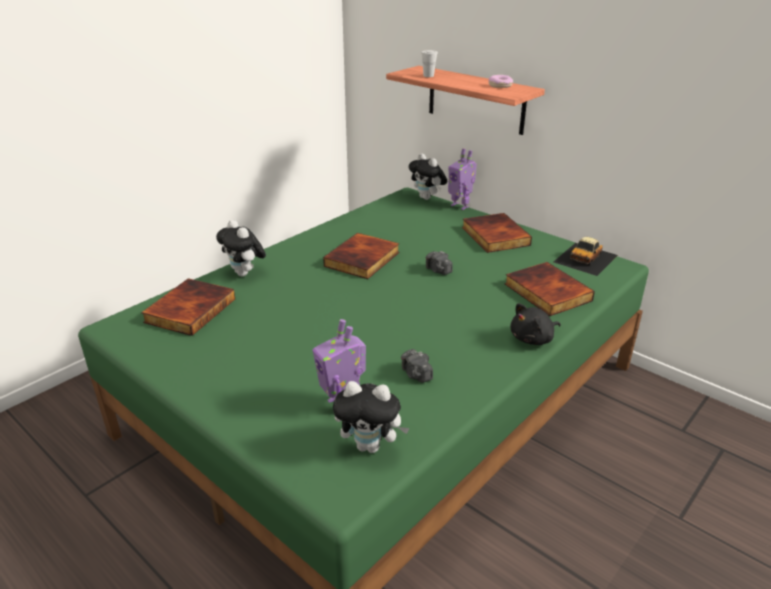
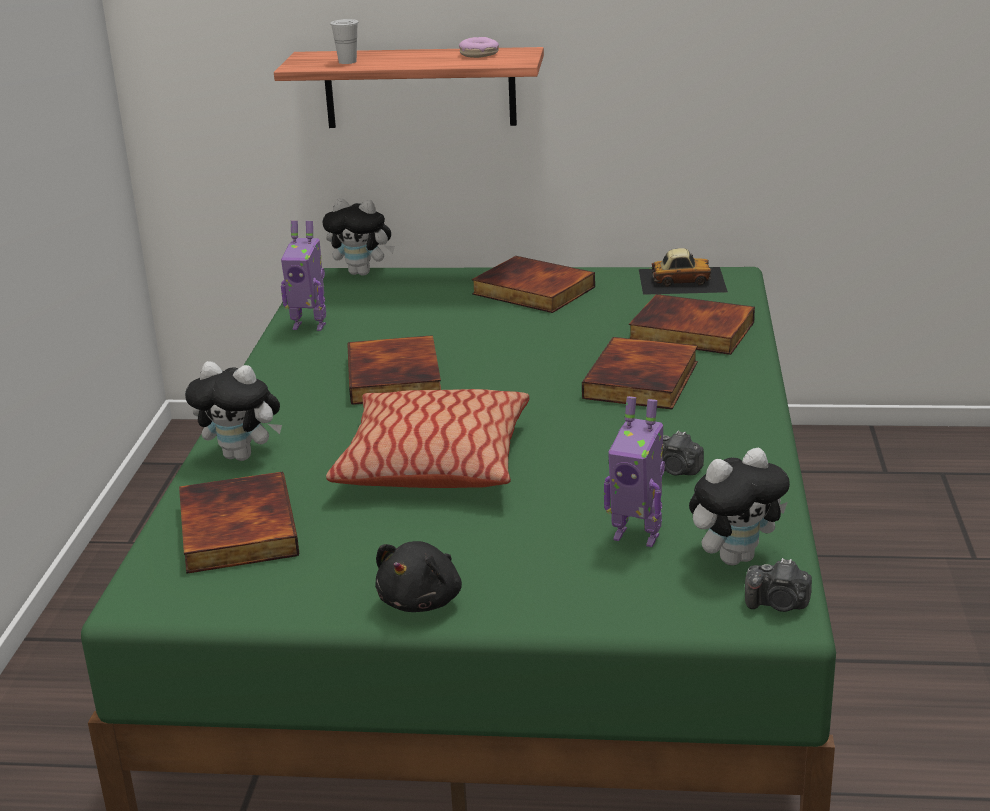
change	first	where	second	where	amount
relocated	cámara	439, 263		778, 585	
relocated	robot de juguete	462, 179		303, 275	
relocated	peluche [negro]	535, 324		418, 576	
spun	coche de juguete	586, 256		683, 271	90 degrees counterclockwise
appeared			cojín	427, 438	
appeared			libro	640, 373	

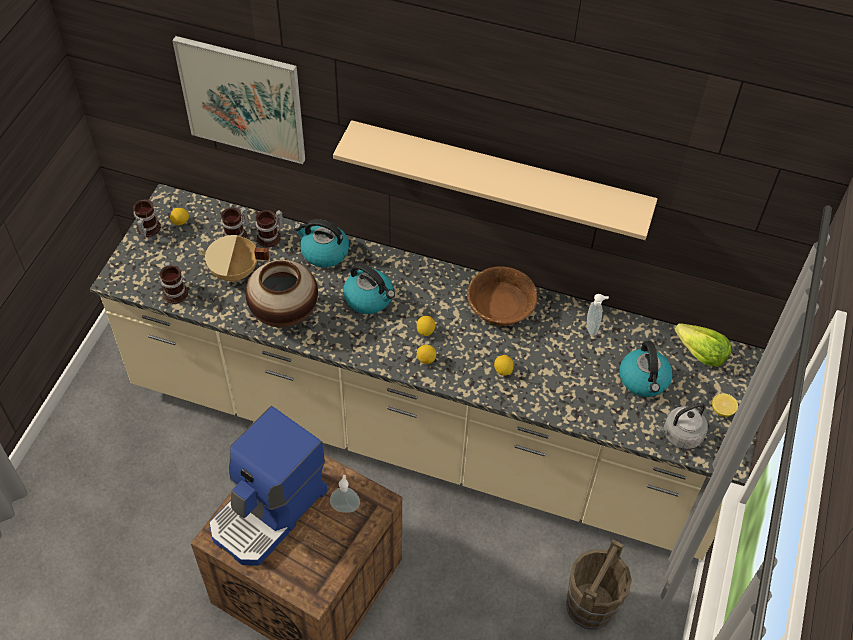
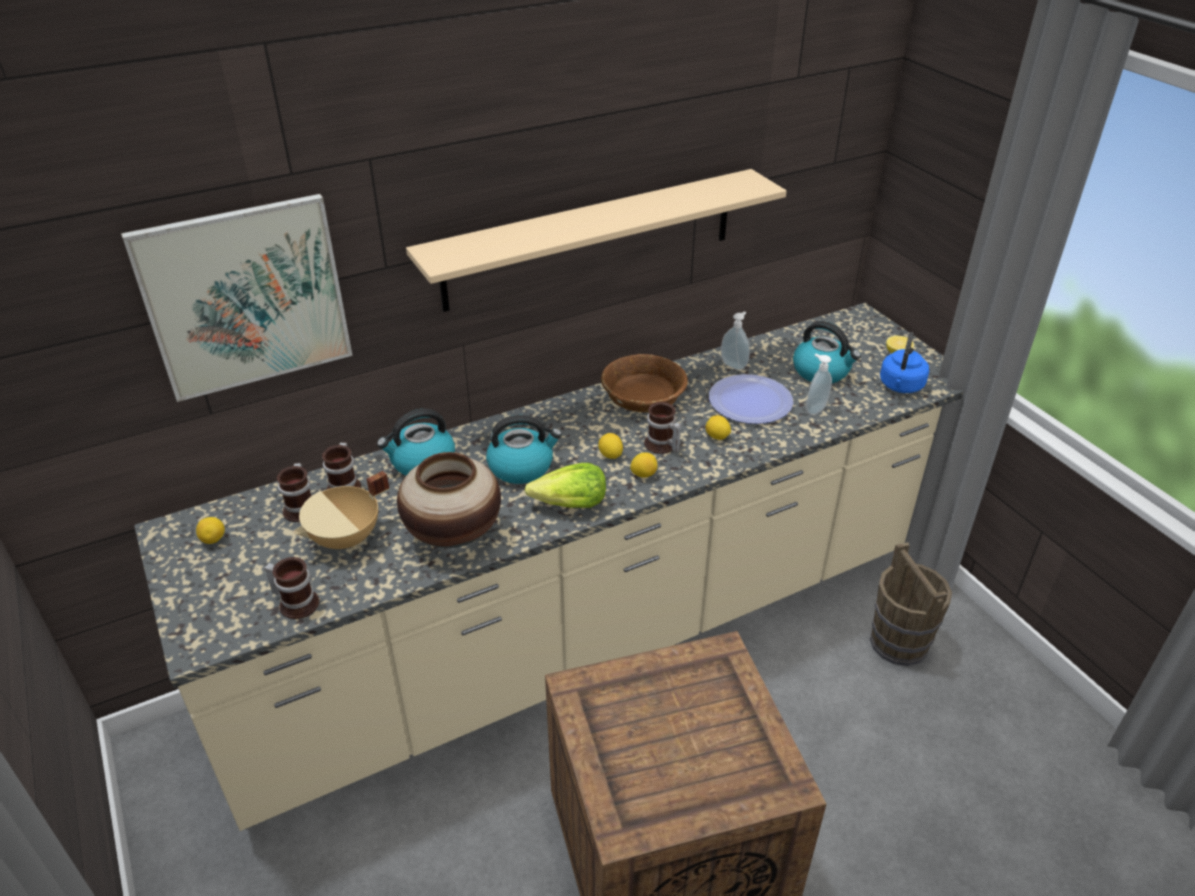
change	first	where	second	where	amount
relocated	taza grande	147, 219		662, 428	
missing	cafetera	268, 486			
relocated	dispensador de jabón	345, 494		819, 384	
colour	hervidor [gris]	682, 426	hervidor [azul]	904, 362	
relocated	lechuga	702, 345		565, 485	
appeared			plato	751, 399	

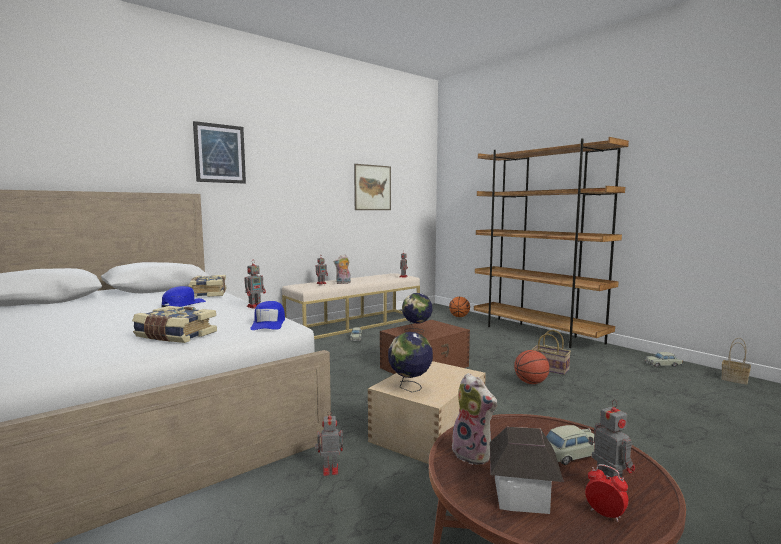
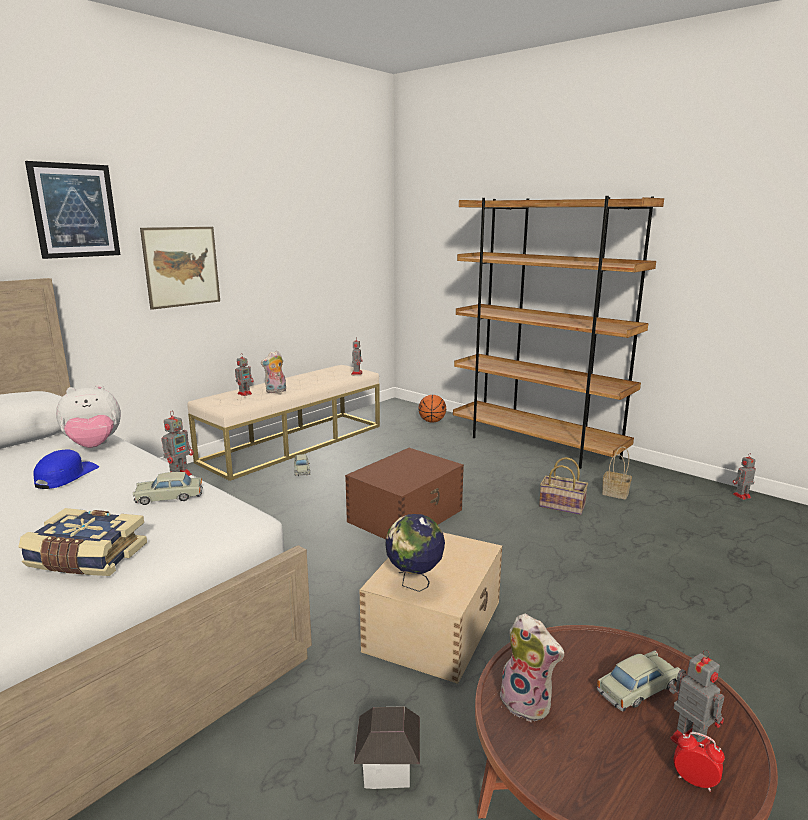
change	first	where	second	where	amount
exchanged	libro	207, 286	peluche	88, 416	
missing	gorra [azul]	267, 315			
relocated	robot de juguete	329, 443		744, 476	
relocated	cuadro	372, 187		180, 268	
missing	globo terráqueo	417, 312			
relocated	casita	527, 470		387, 747	
missing	balón de baloncesto	531, 367			
relocated	coche de juguete [beis]	664, 359		168, 488	
relocated	cesta	736, 361		617, 473	

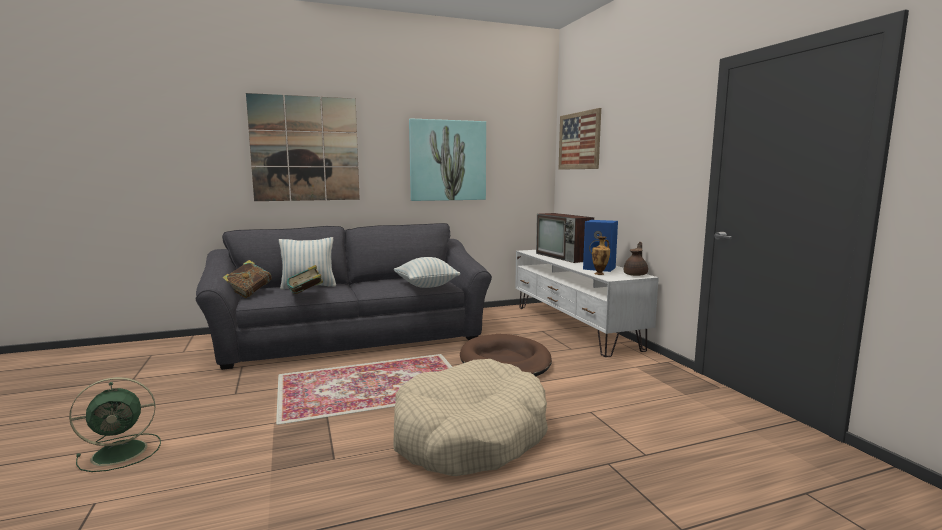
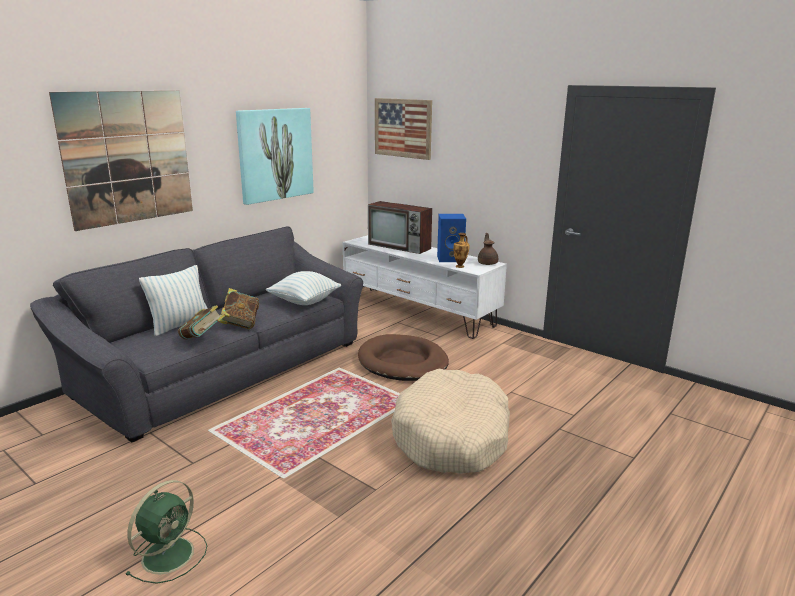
change	first	where	second	where	amount
relocated	libro	247, 279		239, 308	

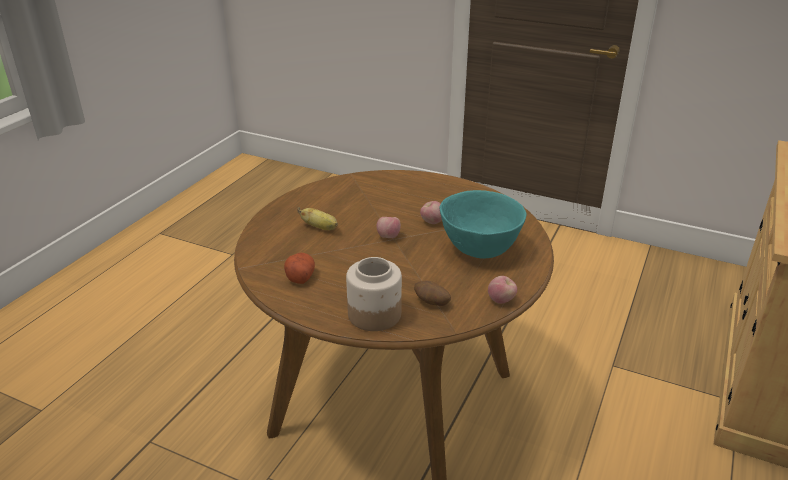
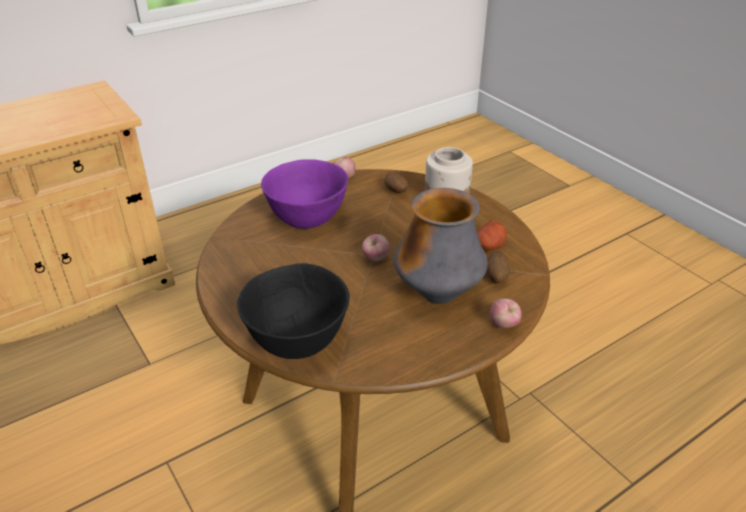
change	first	where	second	where	amount
exchanged	plátano	317, 218	florero	441, 246	
relocated	manzana	431, 212		505, 313	
colour	cuenco [turquesa]	483, 224	cuenco [morado]	304, 194	
appeared			cuenco [negro]	293, 311	
appeared			patata	498, 267	

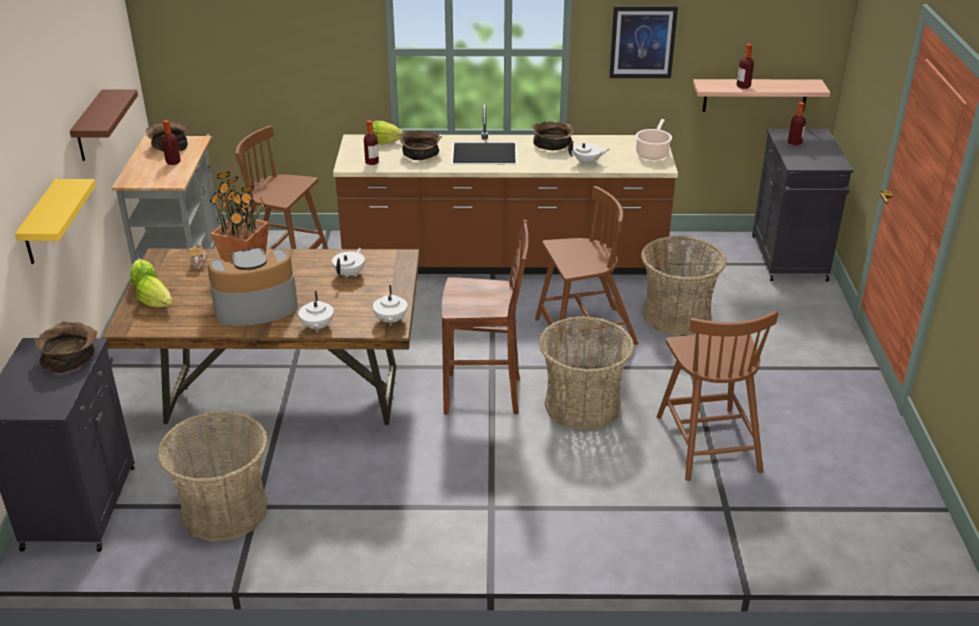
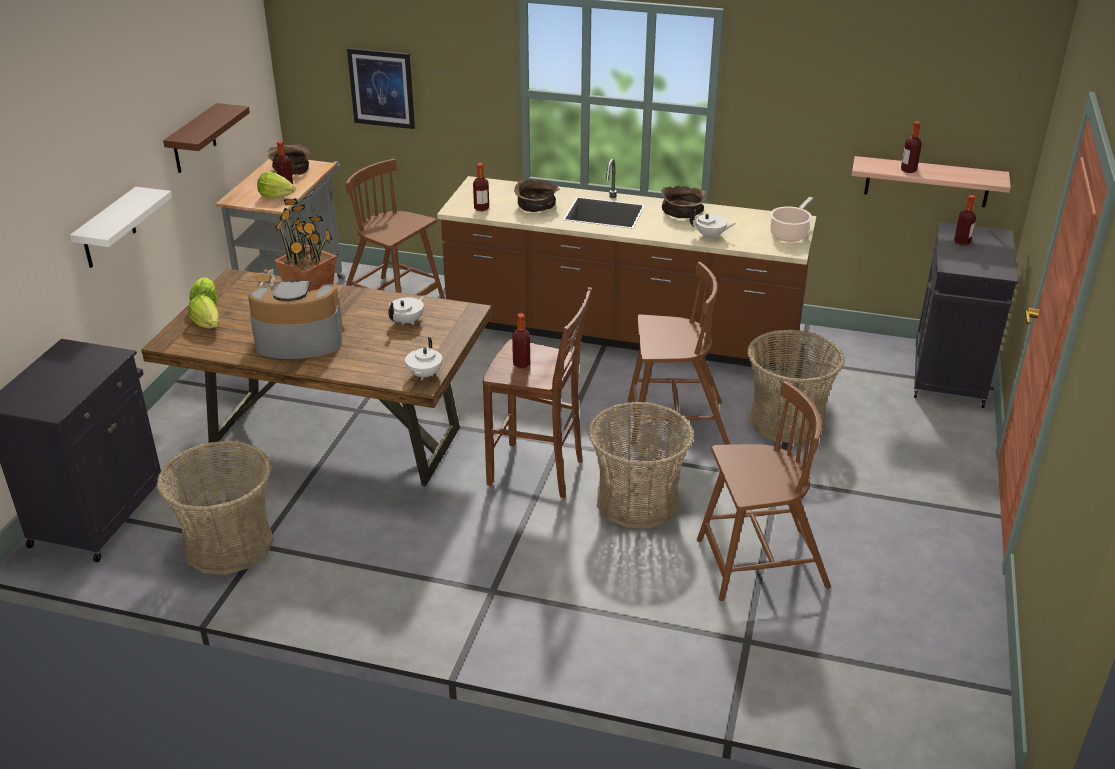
change	first	where	second	where	amount
colour	estante [amarillo]	55, 221	estante [blanco]	121, 227	
missing	cuenco [marrón]	66, 347			
missing	tetera [blanco]	316, 311			
relocated	lechuga	387, 133		276, 185	
relocated	cuadro	643, 42		381, 88	
spun	silla [marrón]	717, 395		764, 491	105 degrees counterclockwise
appeared			botella	521, 340	

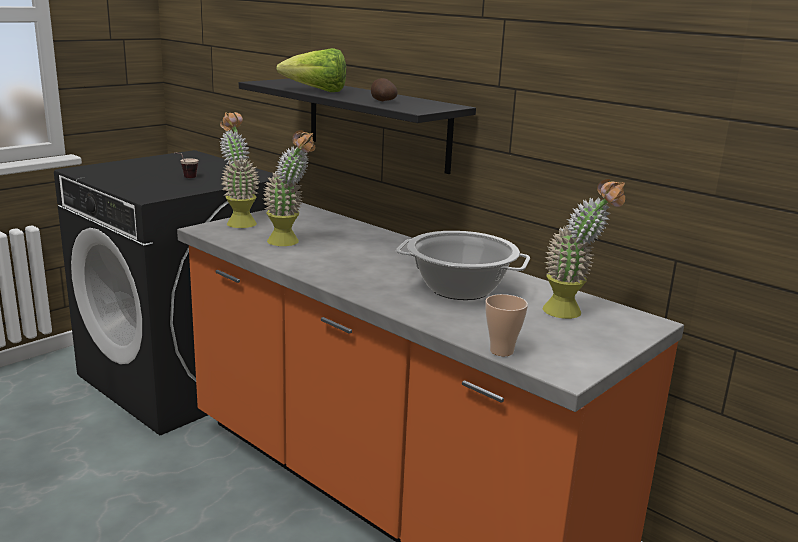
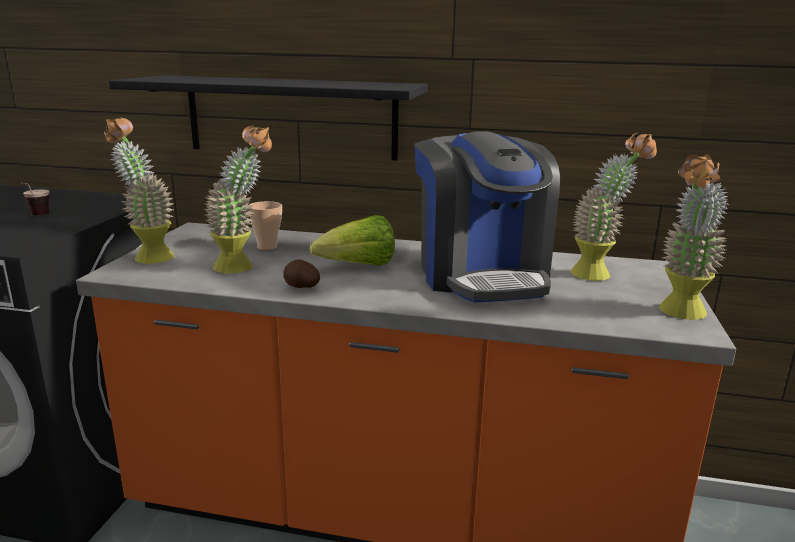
change	first	where	second	where	amount
relocated	lechuga	311, 70		352, 240	
relocated	patata	384, 89		301, 273	
exchanged	olla	463, 265	cafetera	487, 217	
relocated	taza	506, 325		265, 225	
appeared			planta en maceta	694, 237	

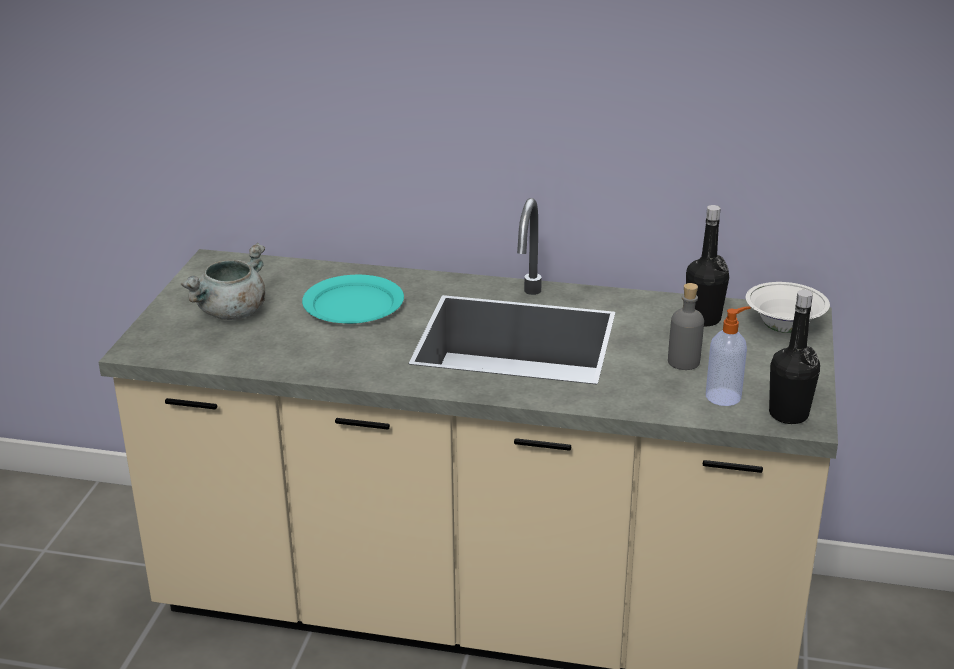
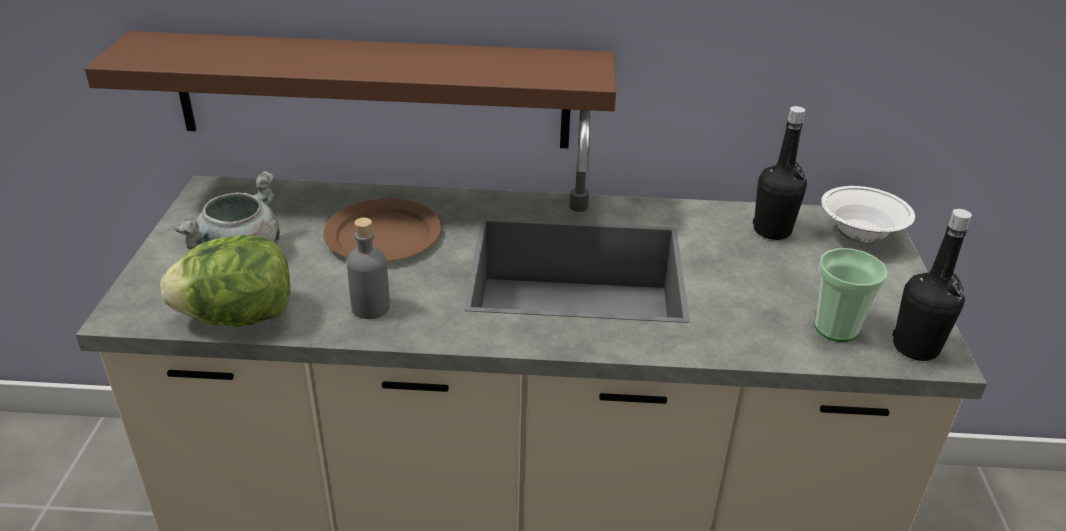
change	first	where	second	where	amount
colour	plato [turquesa]	353, 299	plato [marrón]	382, 230	
relocated	botella [gris]	686, 326		368, 268	
exchanged	dispensador de jabón	728, 356	taza	851, 295	
appeared			estante [marrón]	350, 89	
appeared			lechuga	225, 281	

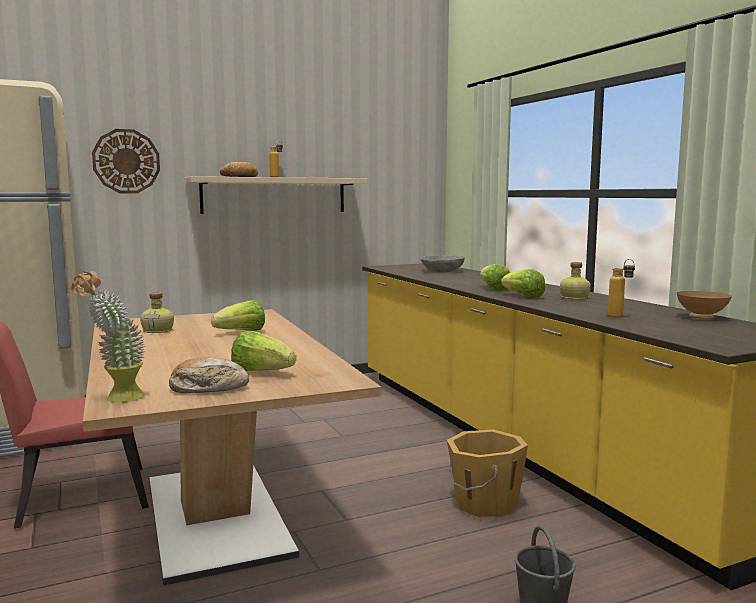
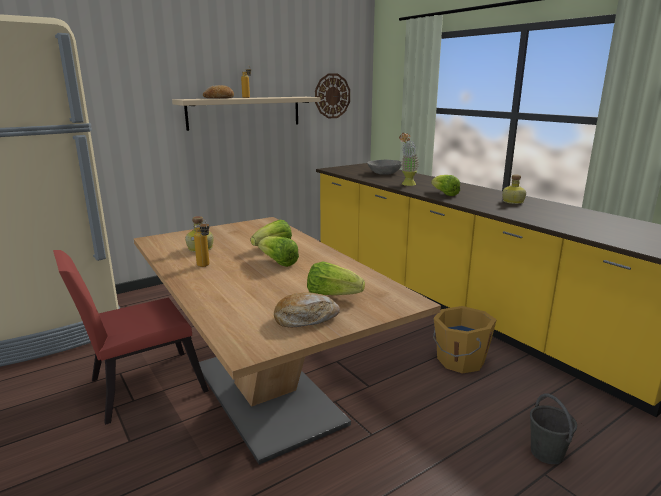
change	first	where	second	where	amount
relocated	planta en maceta	108, 336		409, 159	
relocated	reloj de pared	126, 161		332, 96	
relocated	lechuga	523, 283		278, 251	
relocated	botella	621, 288		201, 243	
missing	cuenco [marrón]	704, 305			

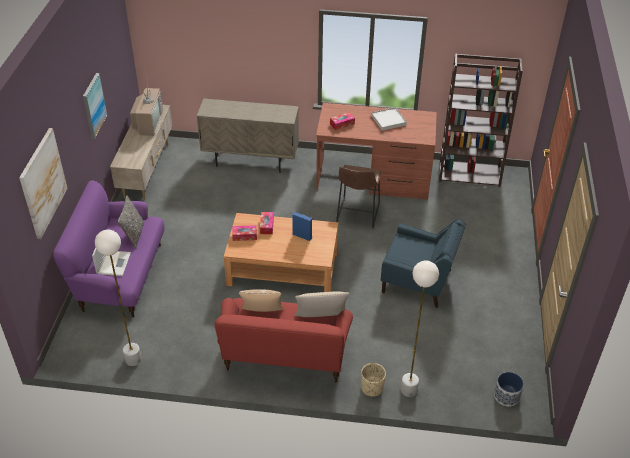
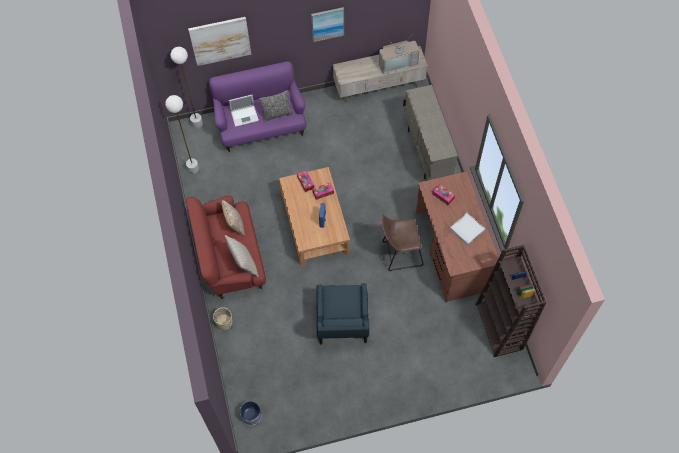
change	first	where	second	where	amount
relocated	lámpara de pie [blanco]	420, 328		187, 88	

